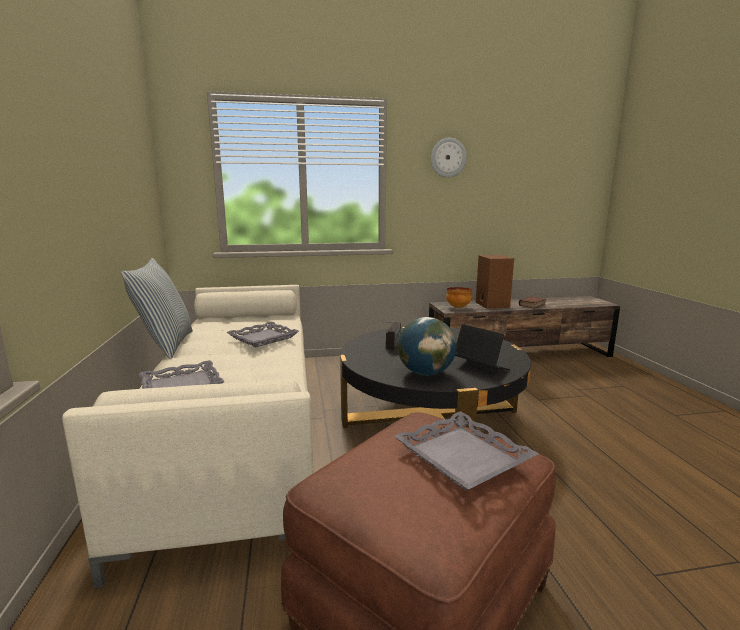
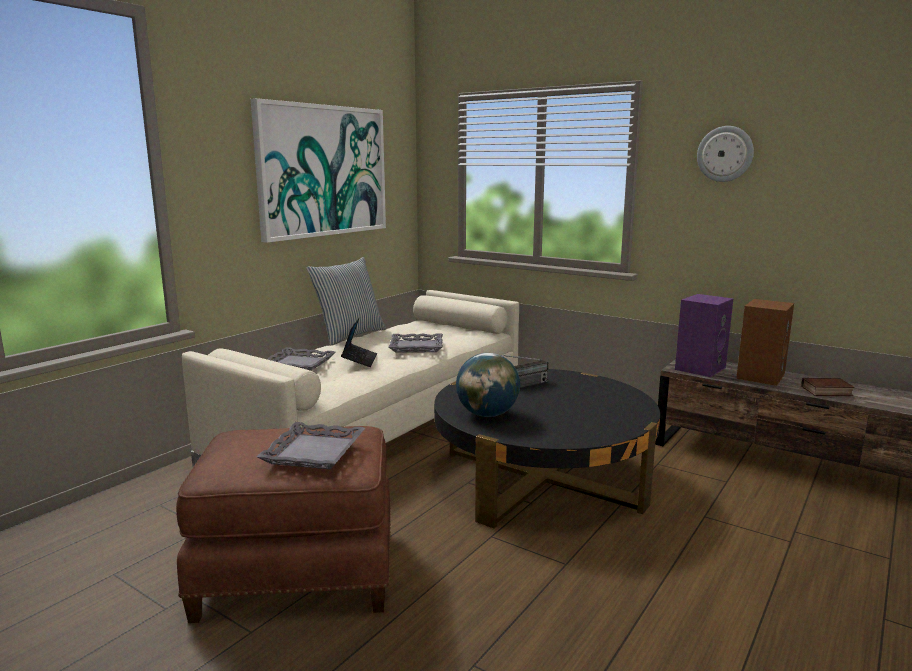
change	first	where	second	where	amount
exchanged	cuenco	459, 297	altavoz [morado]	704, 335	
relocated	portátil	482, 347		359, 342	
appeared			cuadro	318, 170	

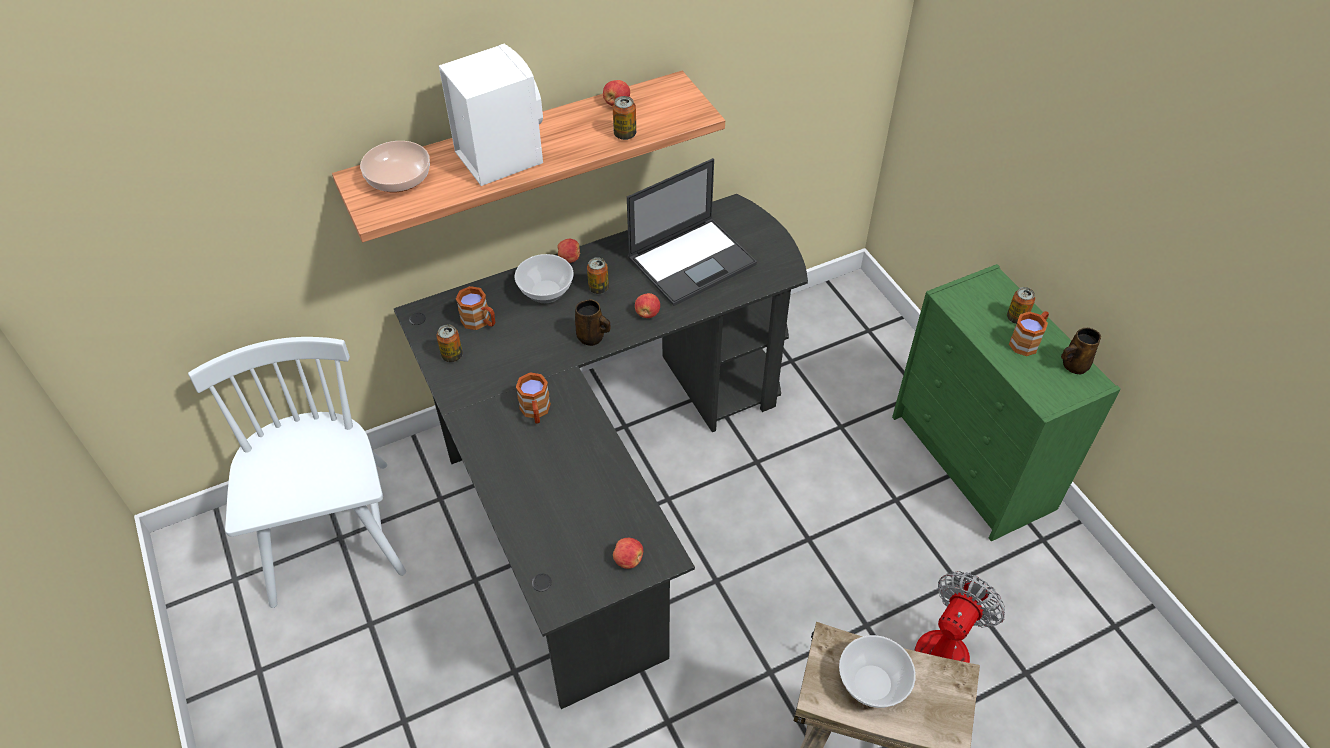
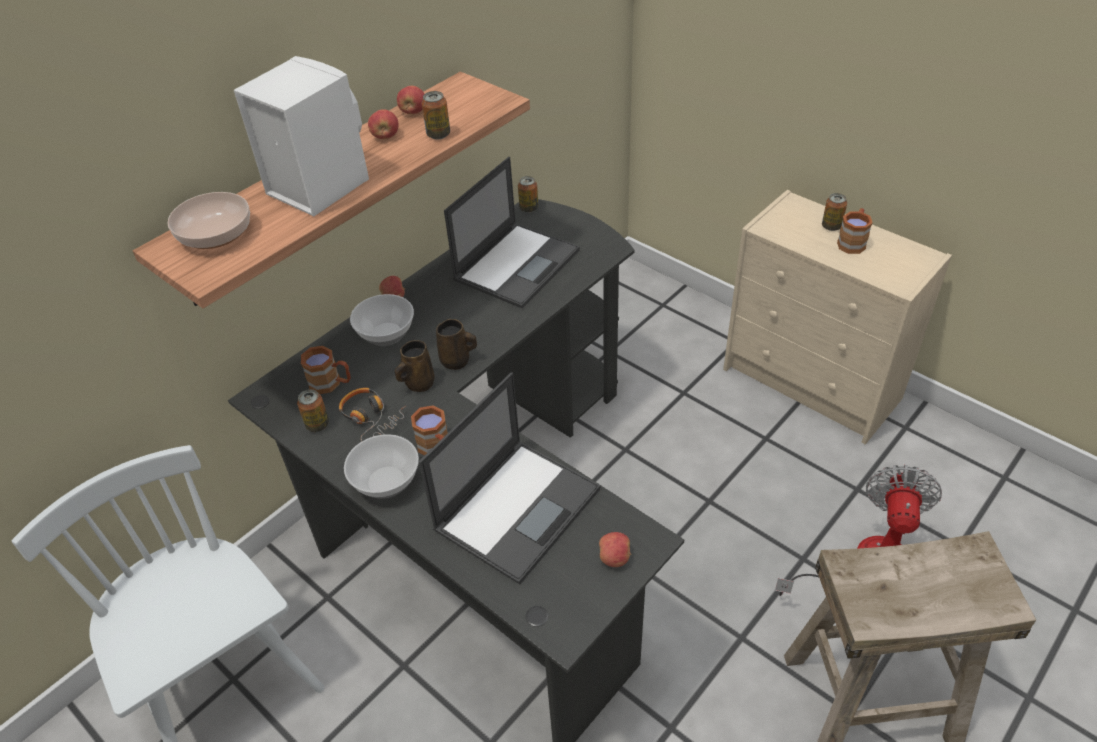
change	first	where	second	where	amount
relocated	lata	598, 275		528, 194	
relocated	manzana	647, 305		383, 124	
relocated	cuenco	877, 671		381, 466	
colour	cómoda [verde]	1006, 402	cómoda [beis]	837, 317	
relocated	taza grande [marrón]	1081, 351		415, 366	
appeared			auriculares	372, 414	
appeared			portátil	509, 478	

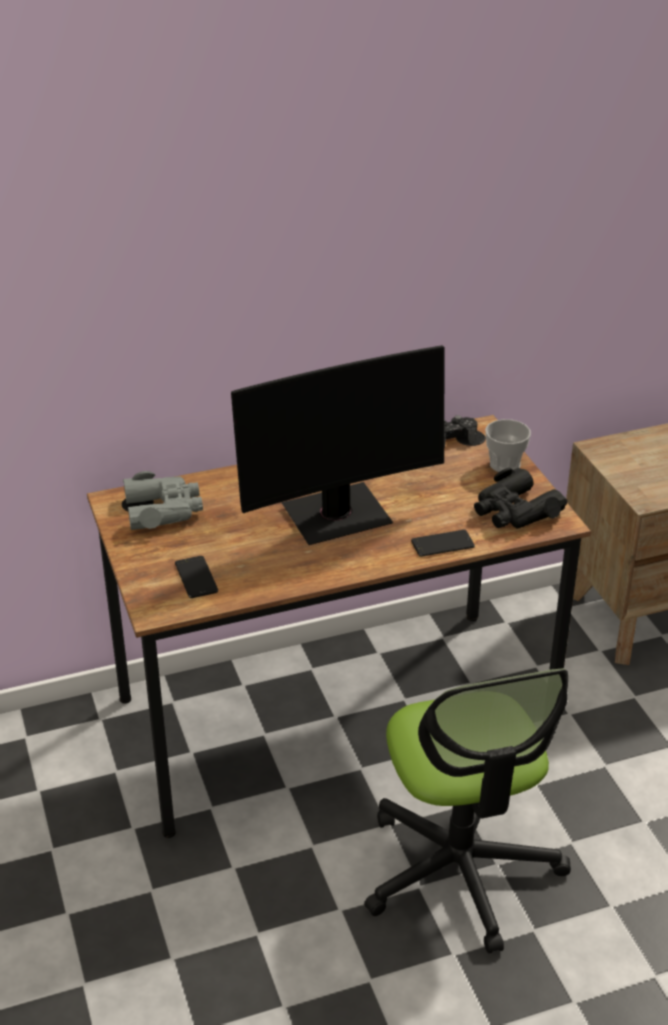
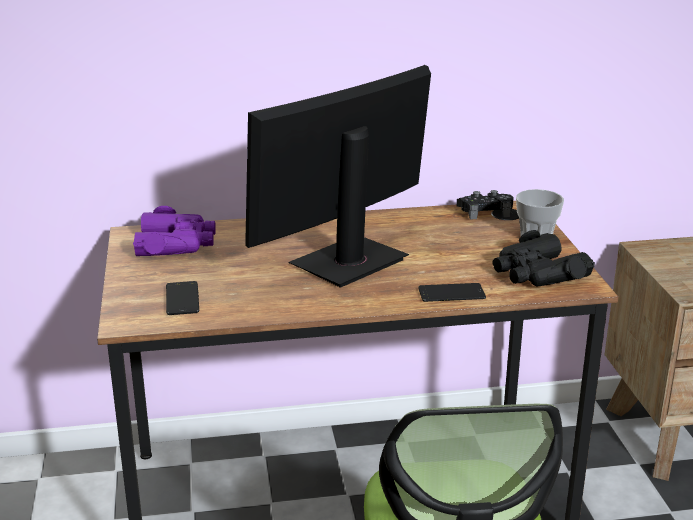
change	first	where	second	where	amount
colour	prismáticos [gris]	163, 500	prismáticos [morado]	174, 231	
spun	monitor	337, 445		338, 176	150 degrees clockwise

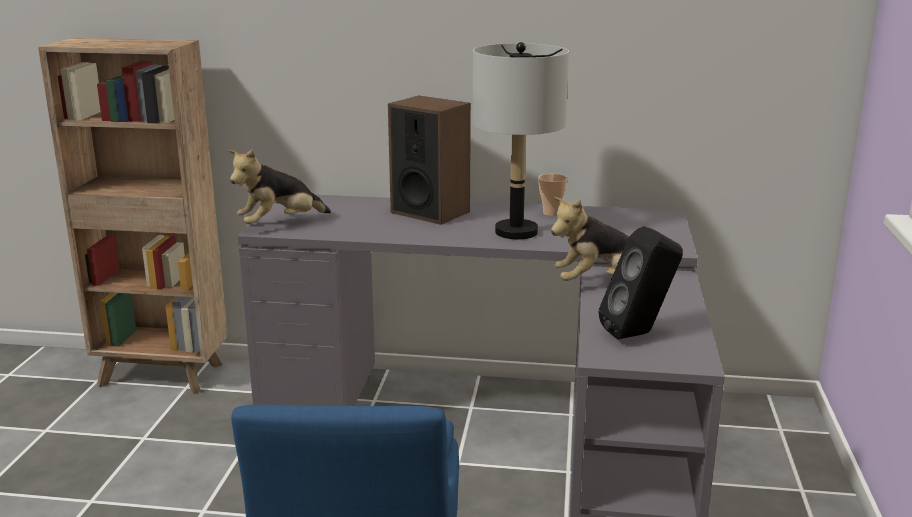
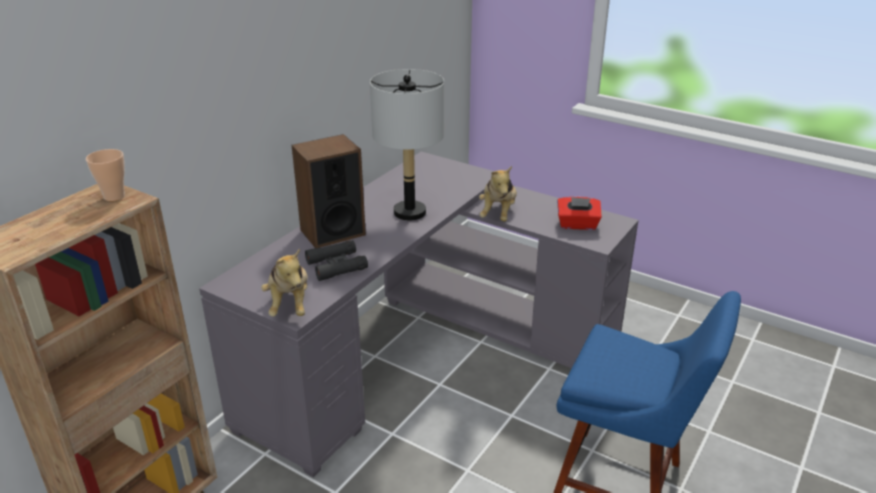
change	first	where	second	where	amount
relocated	taza	553, 195		105, 175	
exchanged	altavoz [negro]	640, 283	caja de pañuelos [rojo]	579, 213	
appeared			prismáticos [negro]	336, 260	

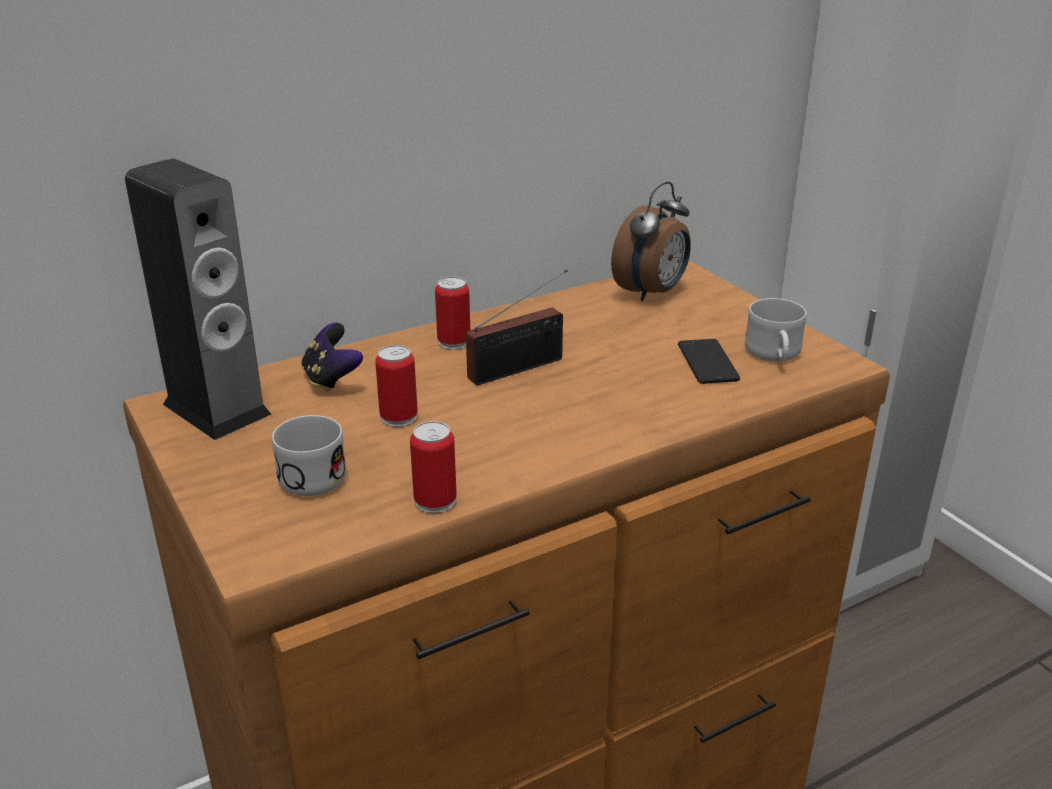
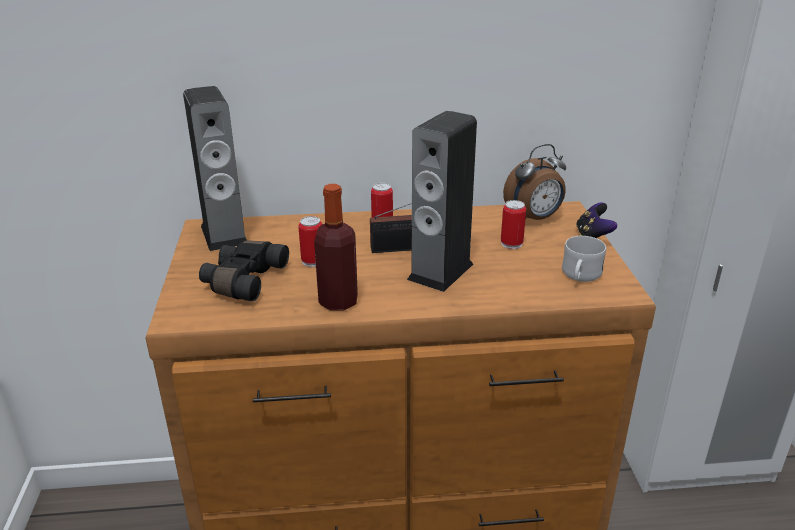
change	first	where	second	where	amount
exchanged	taza grande [blanco]	309, 455	prismáticos [negro]	244, 270	
relocated	mando de consola	332, 357		596, 220	
relocated	lata	433, 467		513, 224	
missing	móvil	709, 361			
appeared			botella	336, 247	
appeared			altavoz	442, 201	

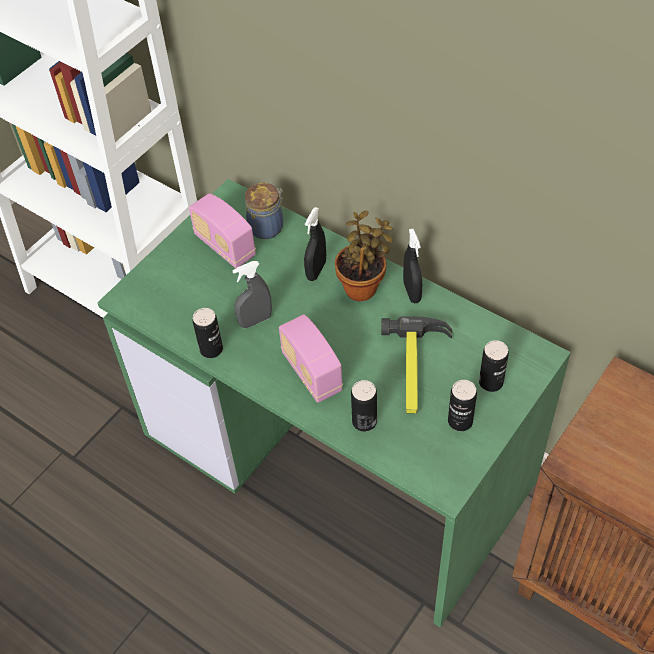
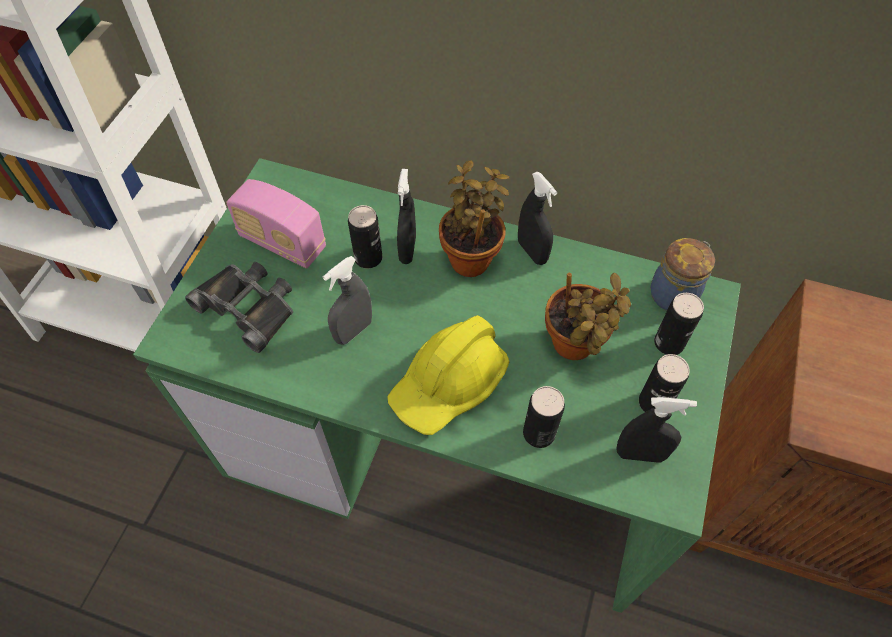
change	first	where	second	where	amount
relocated	lata	208, 333		365, 236	
relocated	tarro	265, 211		682, 274	
exchanged	radio	311, 358	casco [amarillo]	448, 375	
exchanged	martillo	417, 365	planta en maceta	588, 316	
appeared			prismáticos [negro]	239, 307	
appeared			pulverizador [negro]	656, 429	

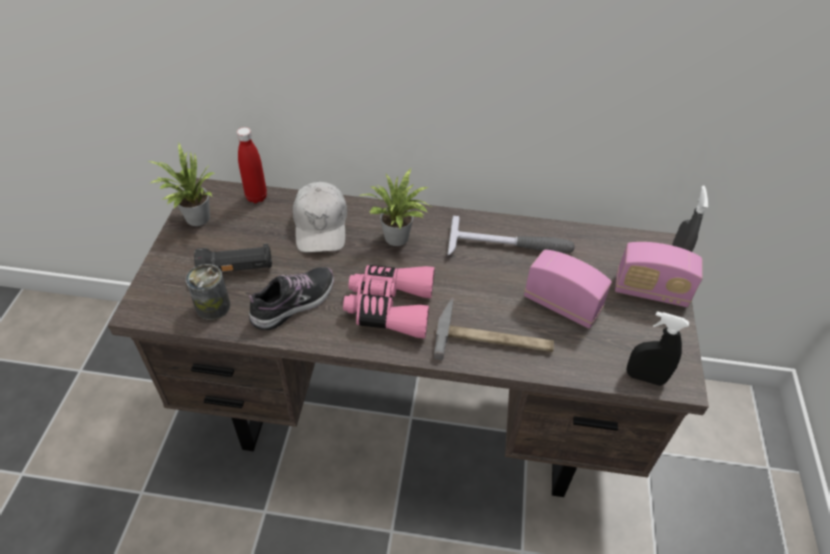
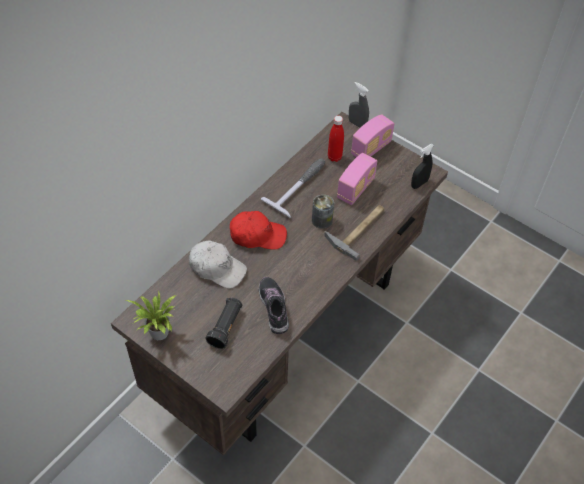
change	first	where	second	where	amount
relocated	lata	208, 292		323, 212	
relocated	botella [rojo]	252, 165		336, 139	
missing	prismáticos [rosa]	389, 302			
exchanged	planta en maceta	394, 207	gorra [rojo]	258, 230	
spun	radio	568, 289		357, 179	150 degrees clockwise

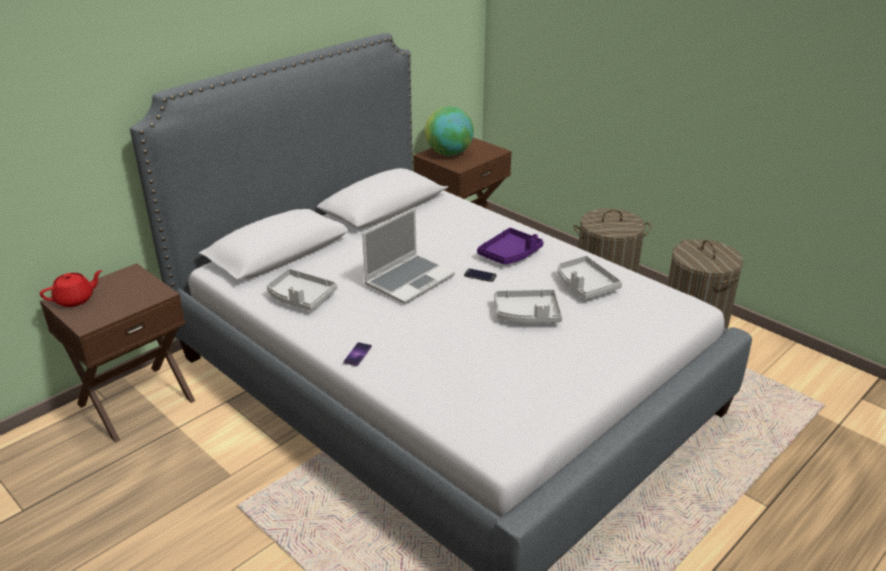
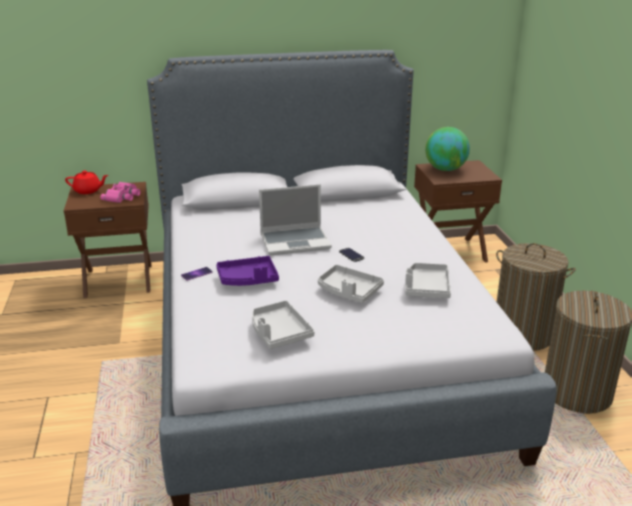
change	first	where	second	where	amount
relocated	bandeja [gris]	302, 290		283, 324	
relocated	bandeja [morado]	510, 246		247, 271	
appeared			prismáticos [rosa]	120, 192	

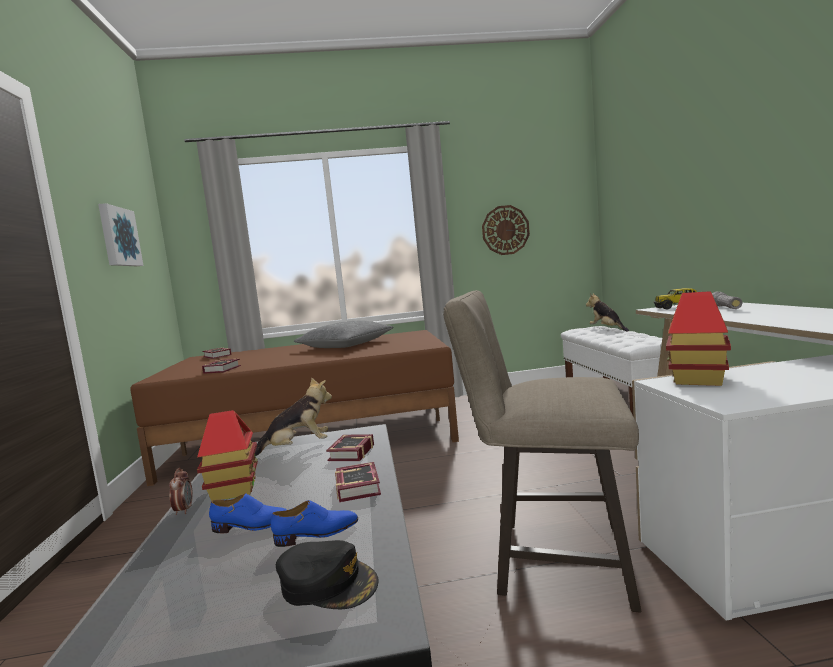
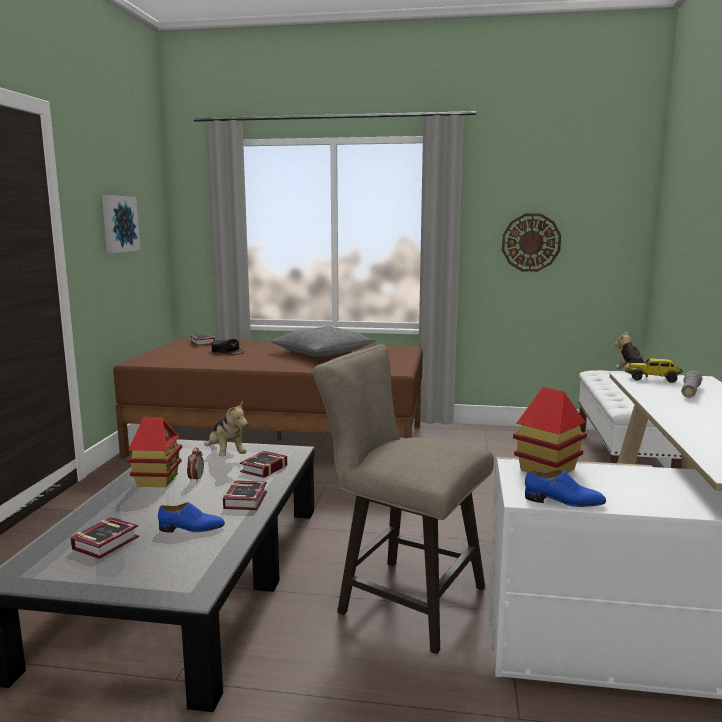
change	first	where	second	where	amount
relocated	despertador	181, 491		195, 464	
relocated	libro	221, 366		105, 538	
relocated	zapato [azul]	248, 513		565, 488	
spun	peluche	293, 416		226, 428	60 degrees clockwise
relocated	gorra [negro]	327, 574		227, 346	

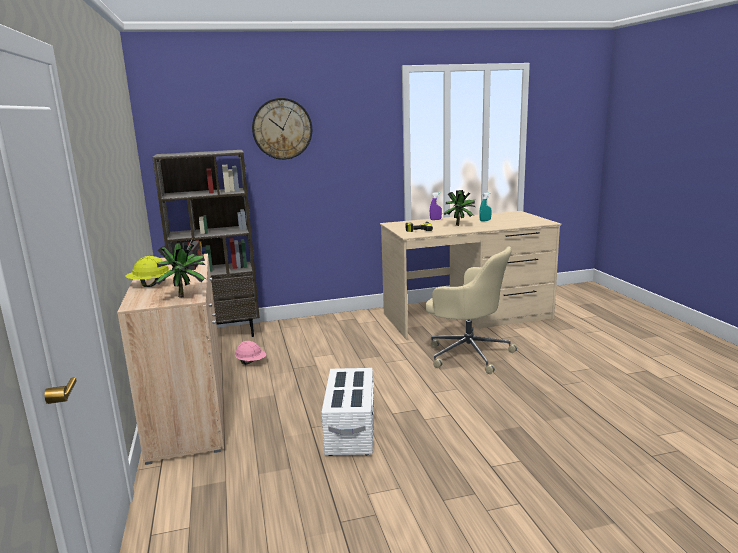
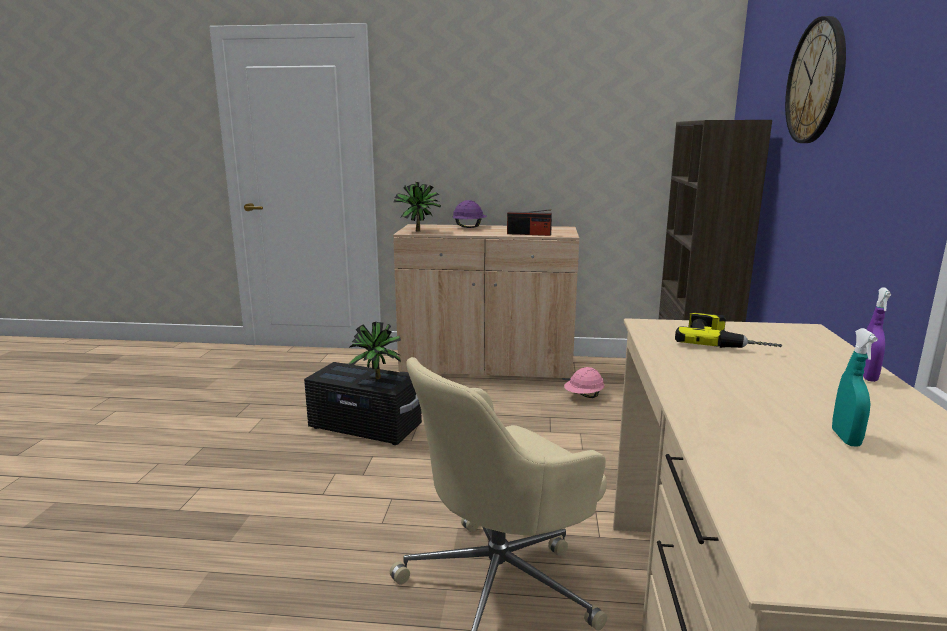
change	first	where	second	where	amount
colour	casco [amarillo]	147, 271	casco [morado]	469, 214	
colour	caja de almacenaje [blanco]	348, 412	caja de almacenaje [negro]	363, 403	
relocated	planta en maceta	459, 208		374, 350	

